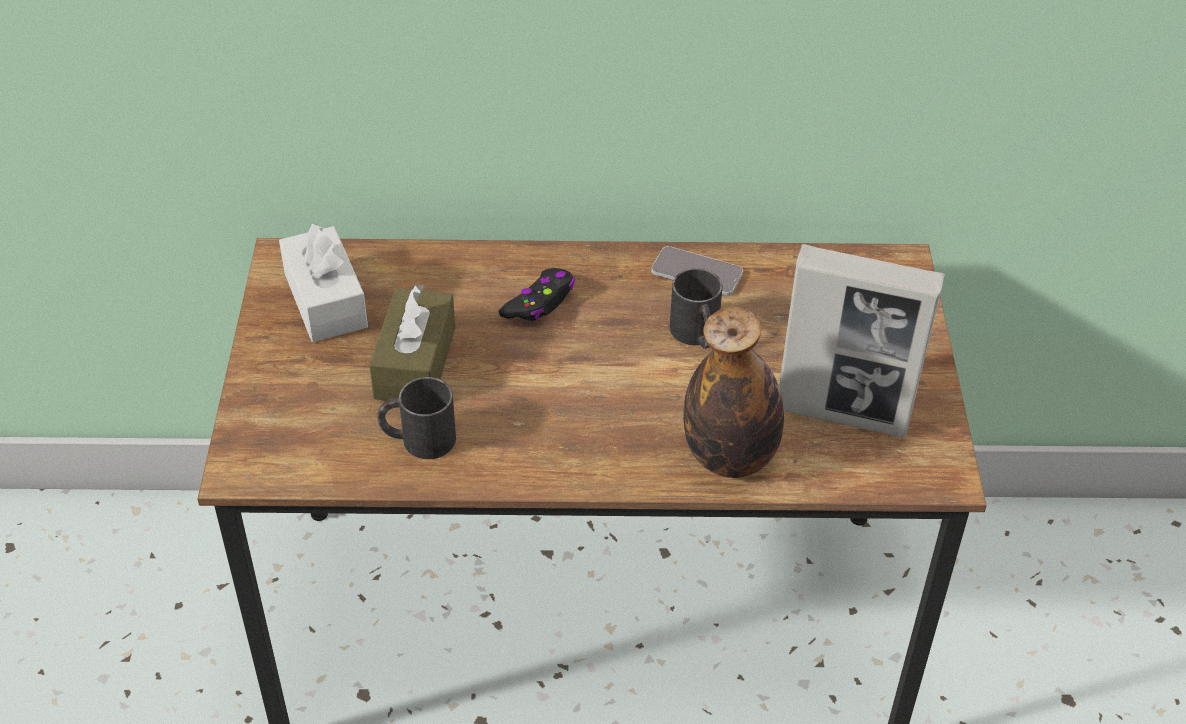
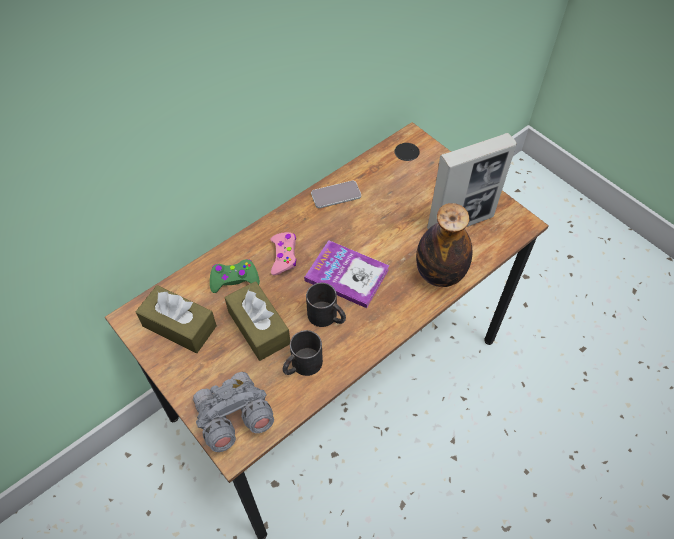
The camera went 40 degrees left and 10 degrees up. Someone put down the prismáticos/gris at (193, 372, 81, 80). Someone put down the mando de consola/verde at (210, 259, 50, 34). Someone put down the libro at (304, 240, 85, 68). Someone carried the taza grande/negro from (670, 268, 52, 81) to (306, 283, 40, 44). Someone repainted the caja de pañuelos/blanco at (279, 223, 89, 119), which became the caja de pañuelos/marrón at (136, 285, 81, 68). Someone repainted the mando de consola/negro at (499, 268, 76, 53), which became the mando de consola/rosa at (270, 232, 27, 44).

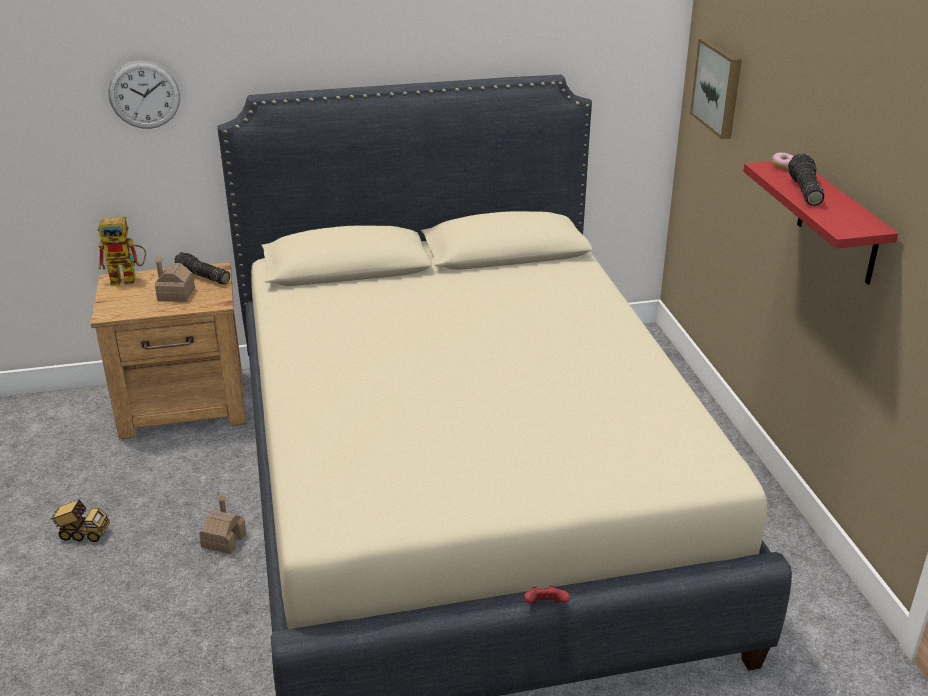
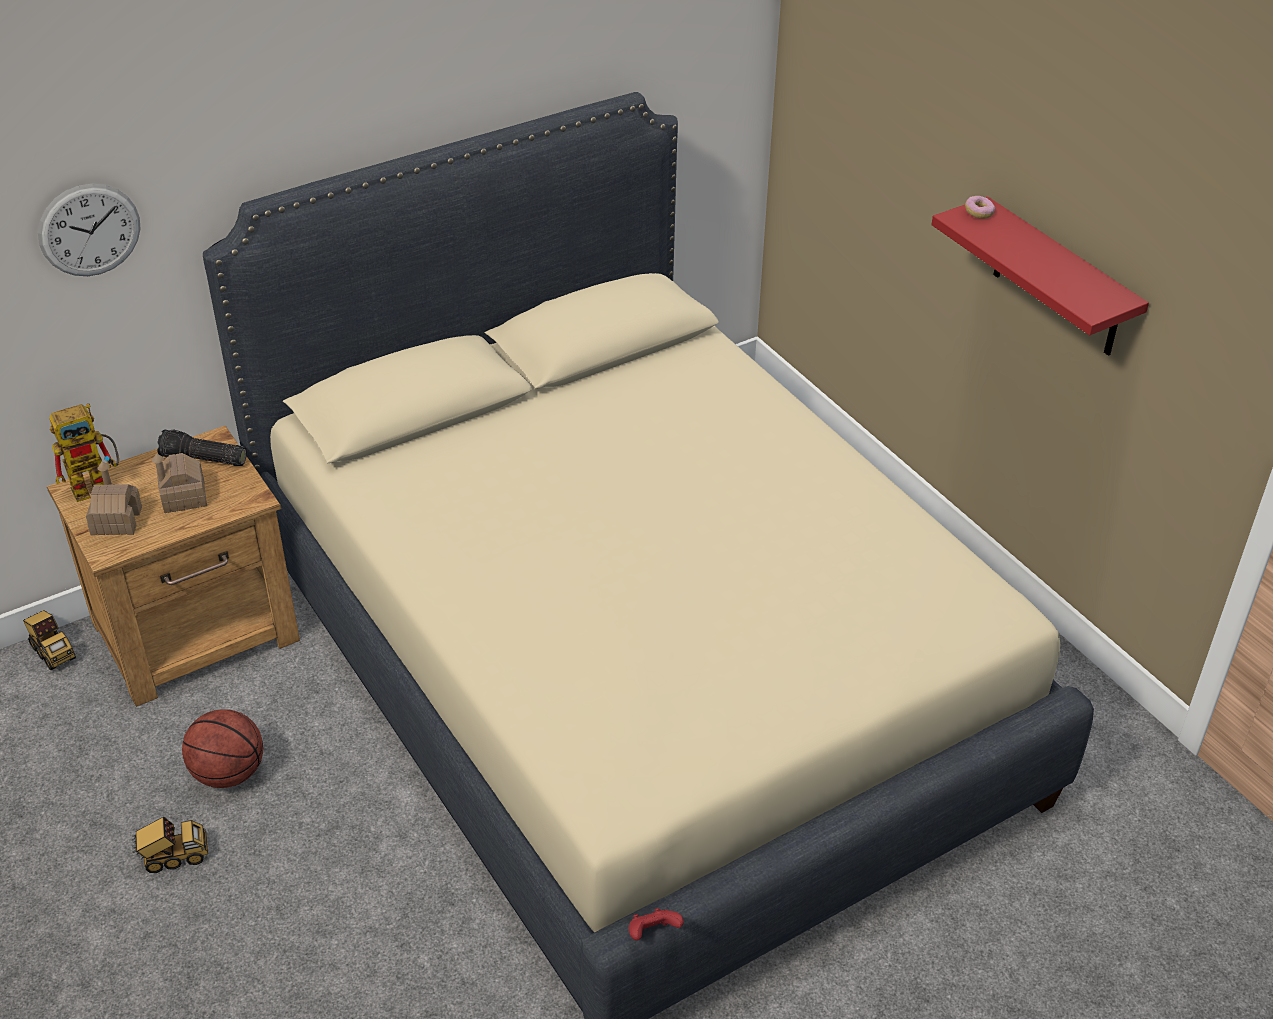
The camera went 20 degrees left and 10 degrees up. Someone took away the cuadro at (690, 38, 52, 101). Someone took away the linterna at (788, 154, 36, 52). Someone put down the camión de juguete at (23, 610, 53, 60). Someone put down the balón de baloncesto at (182, 709, 81, 79). Someone carried the casita from (199, 494, 47, 60) to (86, 461, 56, 74). Someone carried the mando de consola/rojo from (524, 585, 46, 18) to (629, 908, 55, 32).

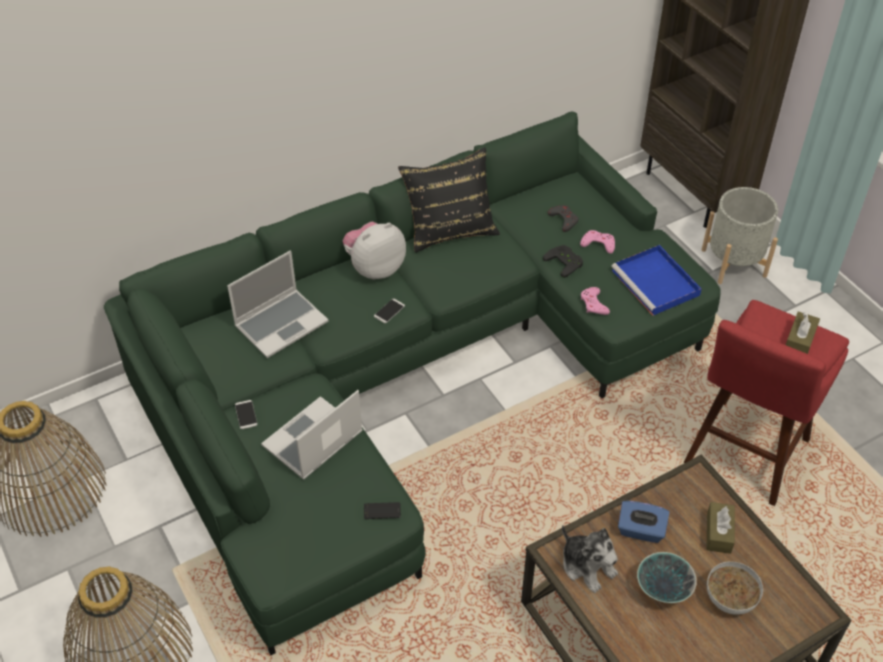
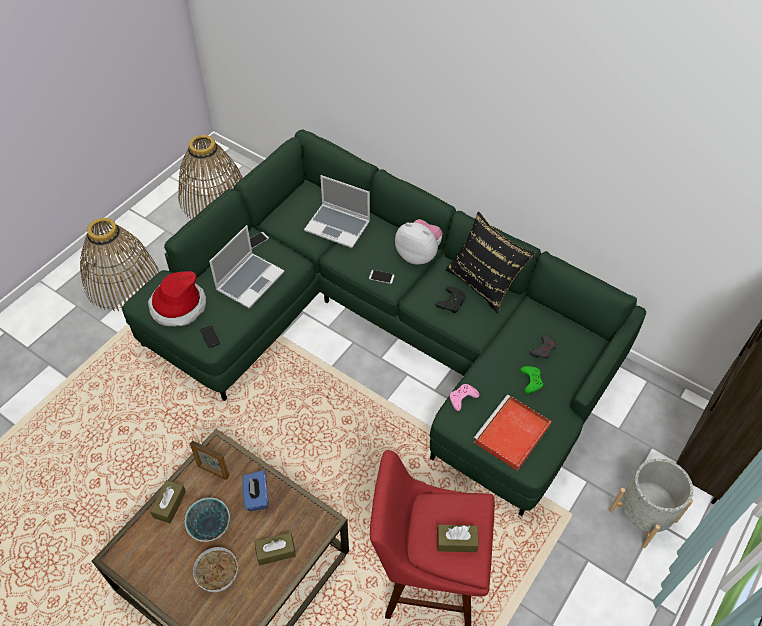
The camera went 65 degrees right and 5 degrees up. Someone put down the sombrero at (148, 271, 58, 56). Someone put down the caja de pañuelos/marrón at (150, 480, 36, 43). Someone carried the mando de consola/negro from (543, 245, 40, 33) to (436, 286, 30, 27). Someone swapped the peluche at (562, 525, 56, 68) for the portarretratos at (190, 441, 39, 39). Someone repainted the mando de consola/rosa at (580, 230, 35, 24), which became the mando de consola/verde at (520, 366, 23, 27). Someone repainted the bandeja/azul at (611, 245, 91, 71), which became the bandeja/rojo at (473, 395, 79, 76). Someone rotated the portátil at (261, 390, 102, 90) by 105 degrees clockwise.

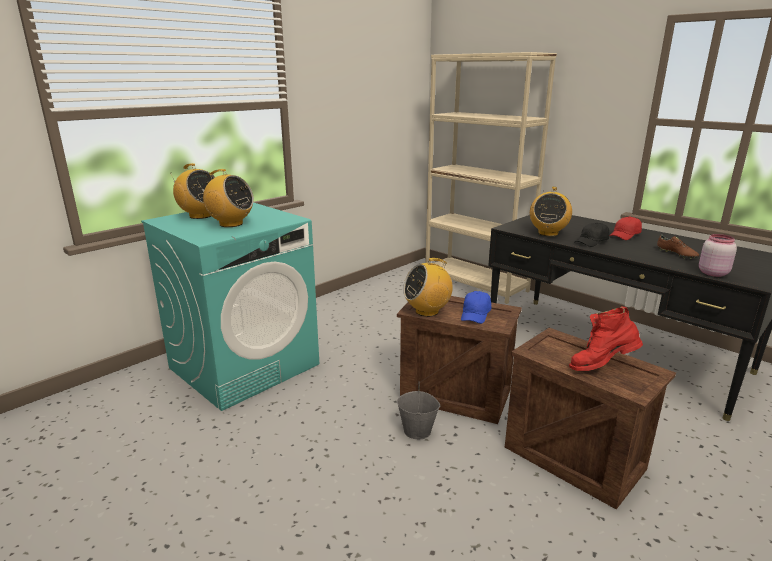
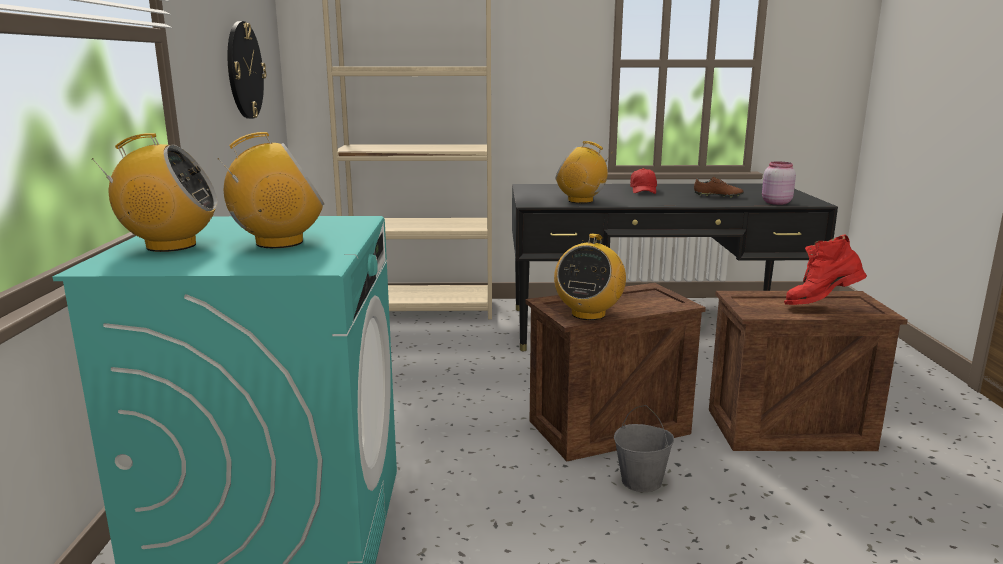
The camera went 45 degrees left and 5 degrees down. Someone took away the gorra/azul at (461, 291, 31, 33). Someone took away the gorra/negro at (575, 222, 35, 25). Someone put up the reloj de pared at (227, 21, 39, 98). Someone rotated the radio at (530, 187, 42, 49) by 135 degrees clockwise. Someone rotated the bota/rojo at (569, 307, 74, 64) by 45 degrees clockwise.

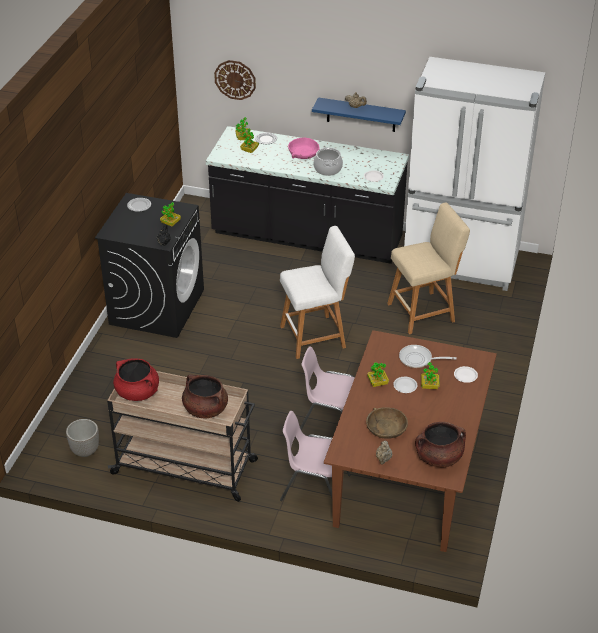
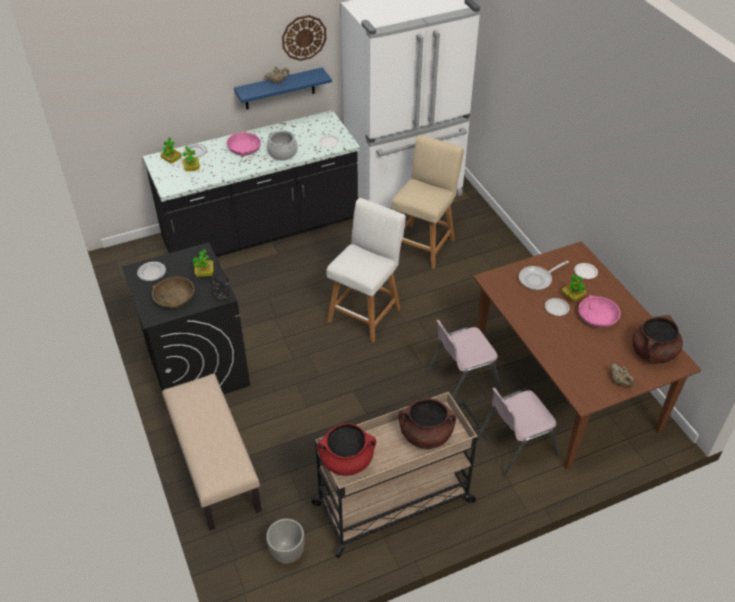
The camera went 40 degrees left and 5 degrees up. Someone took away the planta en maceta at (367, 362, 22, 25). Someone put down the banco/beis at (162, 374, 100, 156). Someone put down the cuenco/rosa at (578, 295, 42, 32). Someone carried the reloj de pared from (214, 60, 42, 40) to (282, 15, 45, 46). Someone carried the cuenco/marrón from (366, 407, 42, 32) to (152, 277, 43, 32).

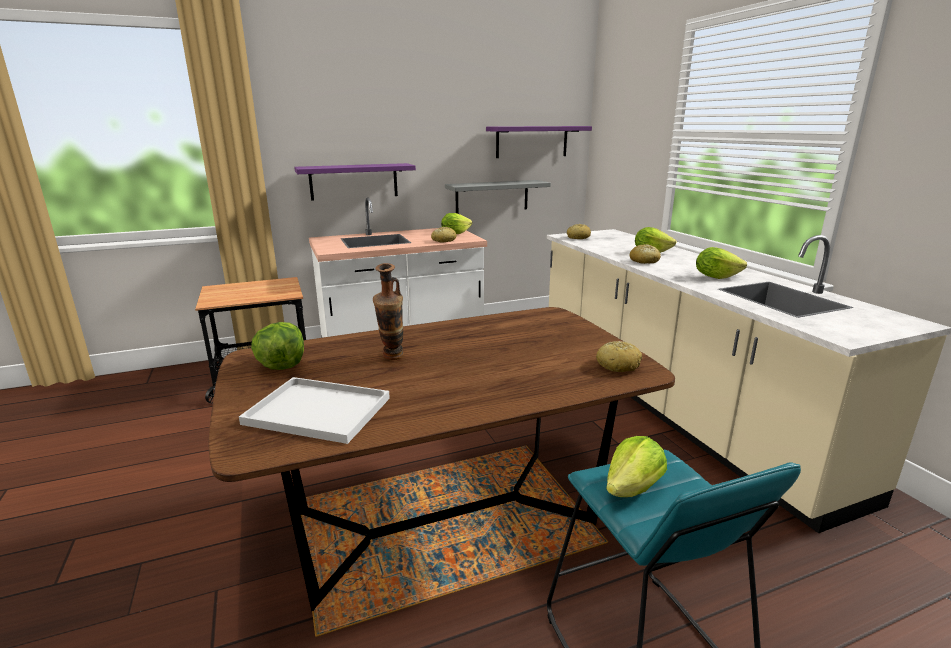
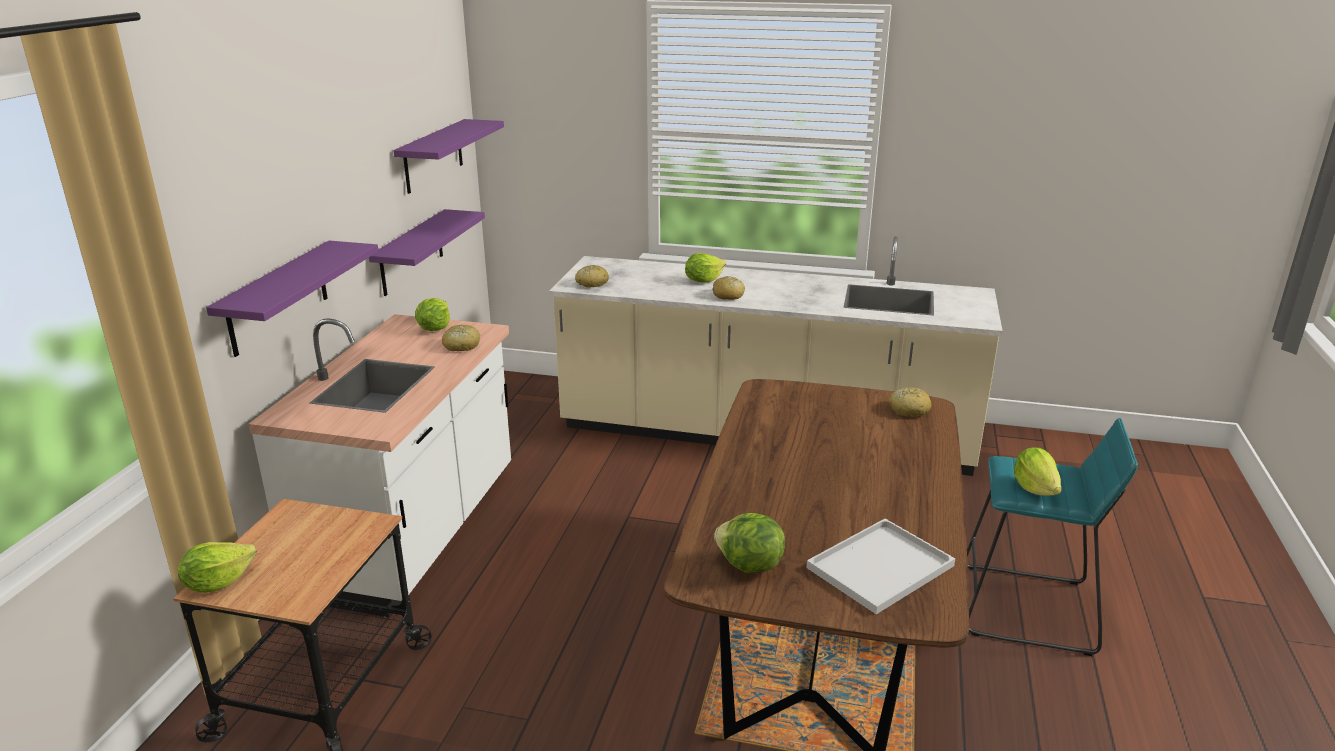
The camera went 55 degrees left and 5 degrees up. Someone took away the florero at (373, 263, 31, 97). Someone carried the lechuga from (696, 247, 51, 32) to (178, 542, 79, 51). Someone repainted the estante/gris at (445, 180, 106, 34), which became the estante/morado at (369, 209, 116, 87).

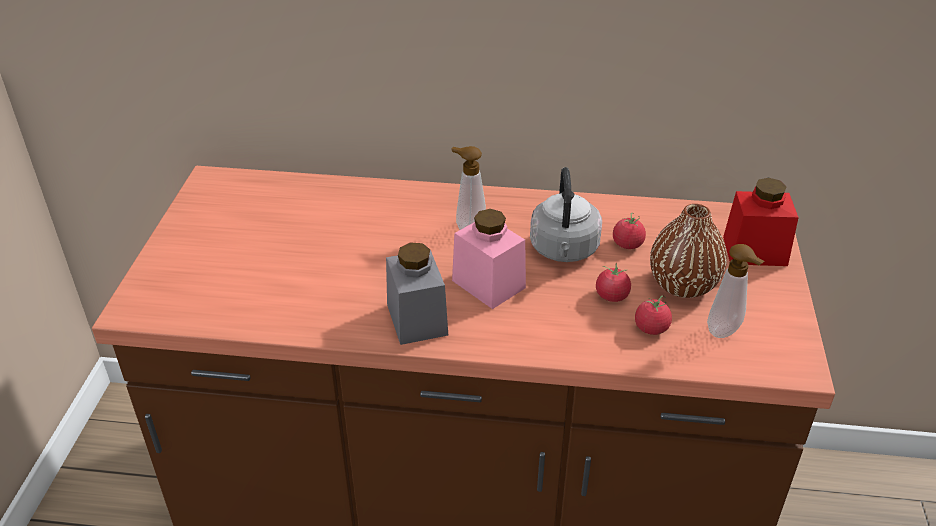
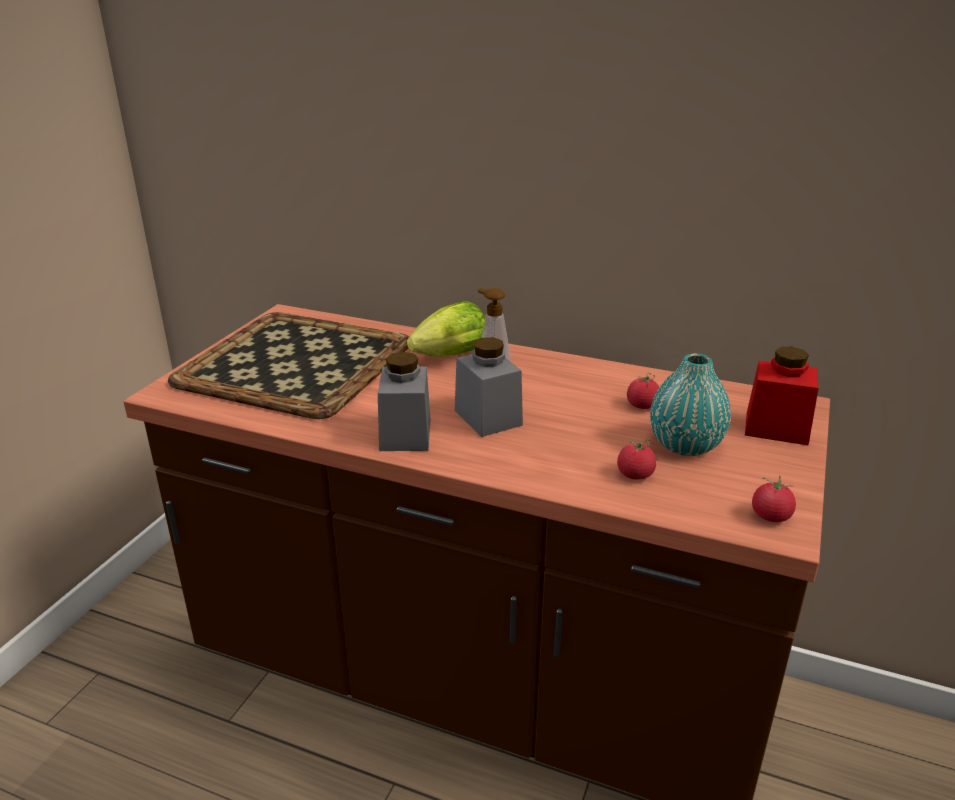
The camera went 15 degrees right and 10 degrees down. Someone took away the hervidor/gris at (530, 167, 72, 95). Someone took away the dispensador de jabón at (707, 244, 57, 94). Someone put down the bandeja at (168, 312, 241, 107). Someone put down the lechuga at (407, 301, 78, 56). Someone carried the tomate from (596, 263, 35, 39) to (752, 476, 44, 46). Someone repainted the tarro/rosa at (452, 209, 74, 100), which became the tarro/gris at (455, 337, 68, 100). Someone repainted the florero/marrón at (650, 204, 77, 94), which became the florero/turquesa at (650, 353, 81, 103).

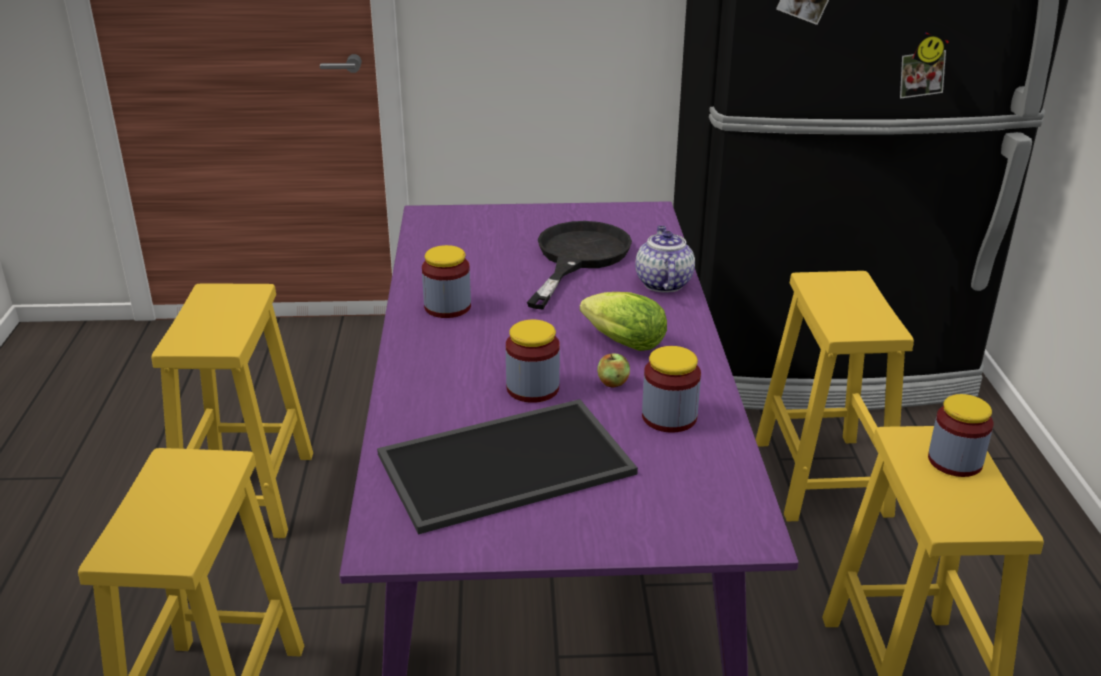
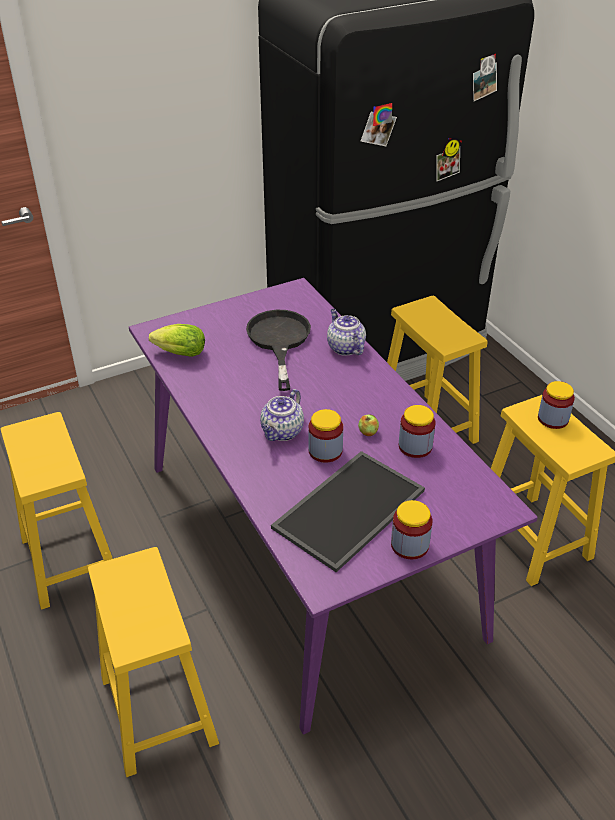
The camera went 25 degrees left and 10 degrees up. Someone put down the tetera at (260, 389, 44, 52). Someone carried the tarro from (422, 245, 49, 73) to (391, 500, 41, 59). Someone carried the lechuga from (580, 292, 87, 59) to (149, 324, 56, 33).

